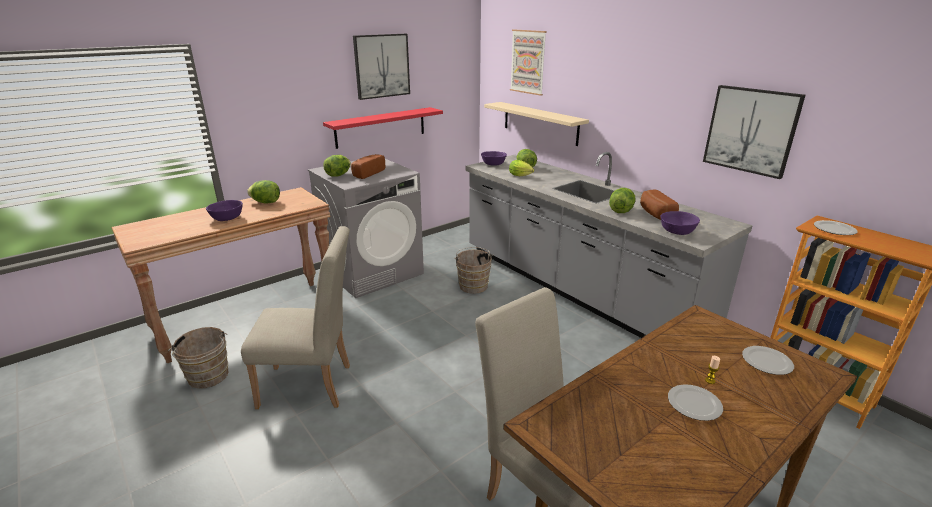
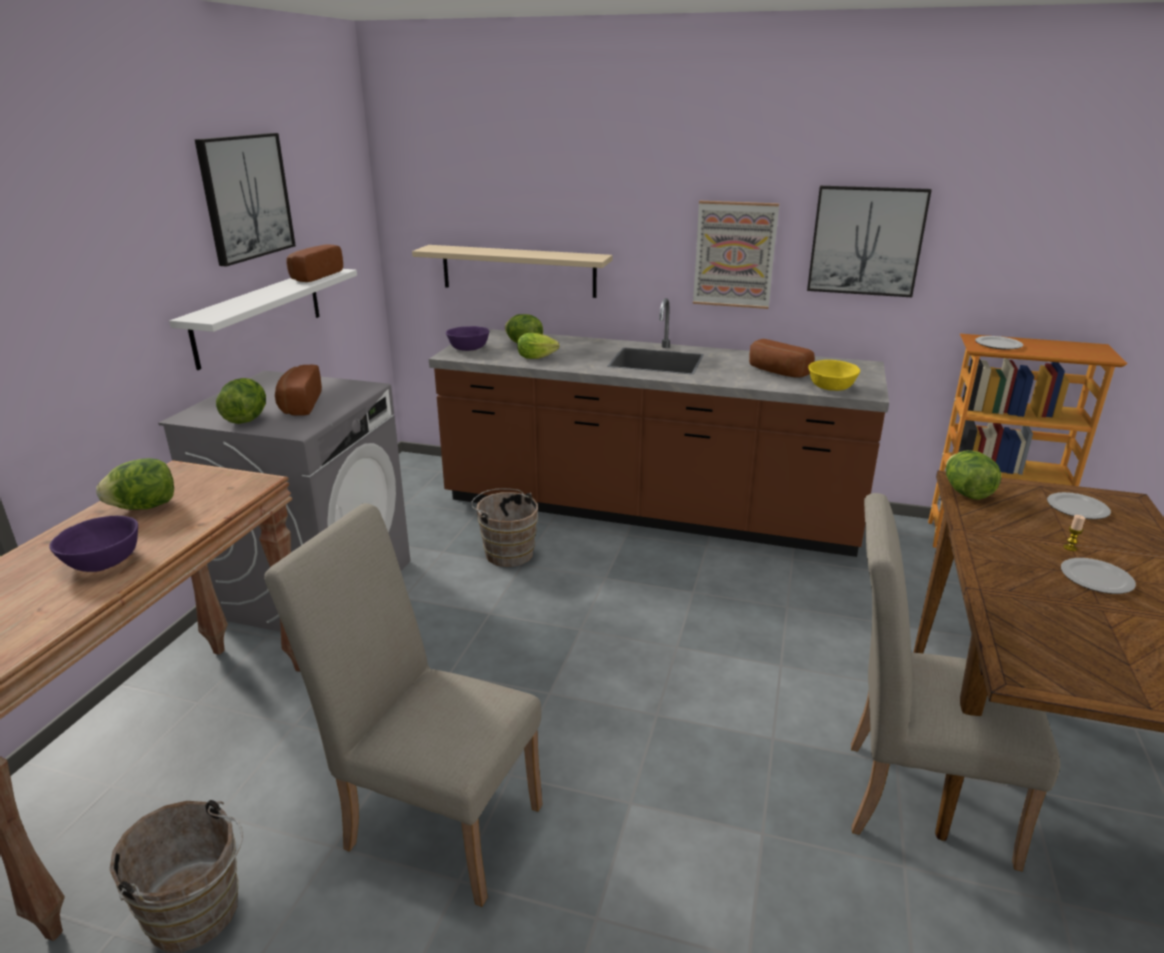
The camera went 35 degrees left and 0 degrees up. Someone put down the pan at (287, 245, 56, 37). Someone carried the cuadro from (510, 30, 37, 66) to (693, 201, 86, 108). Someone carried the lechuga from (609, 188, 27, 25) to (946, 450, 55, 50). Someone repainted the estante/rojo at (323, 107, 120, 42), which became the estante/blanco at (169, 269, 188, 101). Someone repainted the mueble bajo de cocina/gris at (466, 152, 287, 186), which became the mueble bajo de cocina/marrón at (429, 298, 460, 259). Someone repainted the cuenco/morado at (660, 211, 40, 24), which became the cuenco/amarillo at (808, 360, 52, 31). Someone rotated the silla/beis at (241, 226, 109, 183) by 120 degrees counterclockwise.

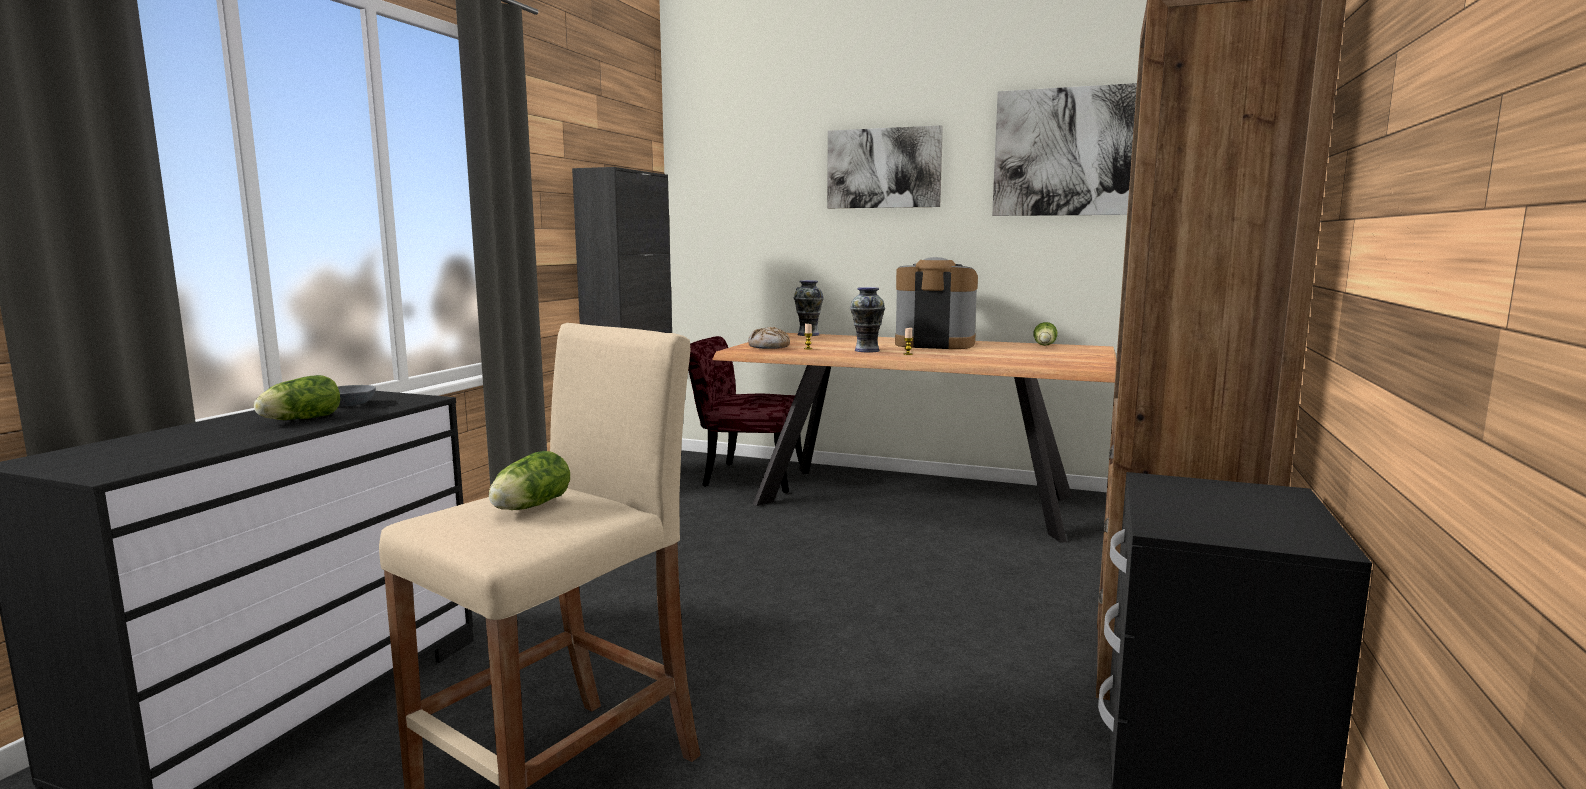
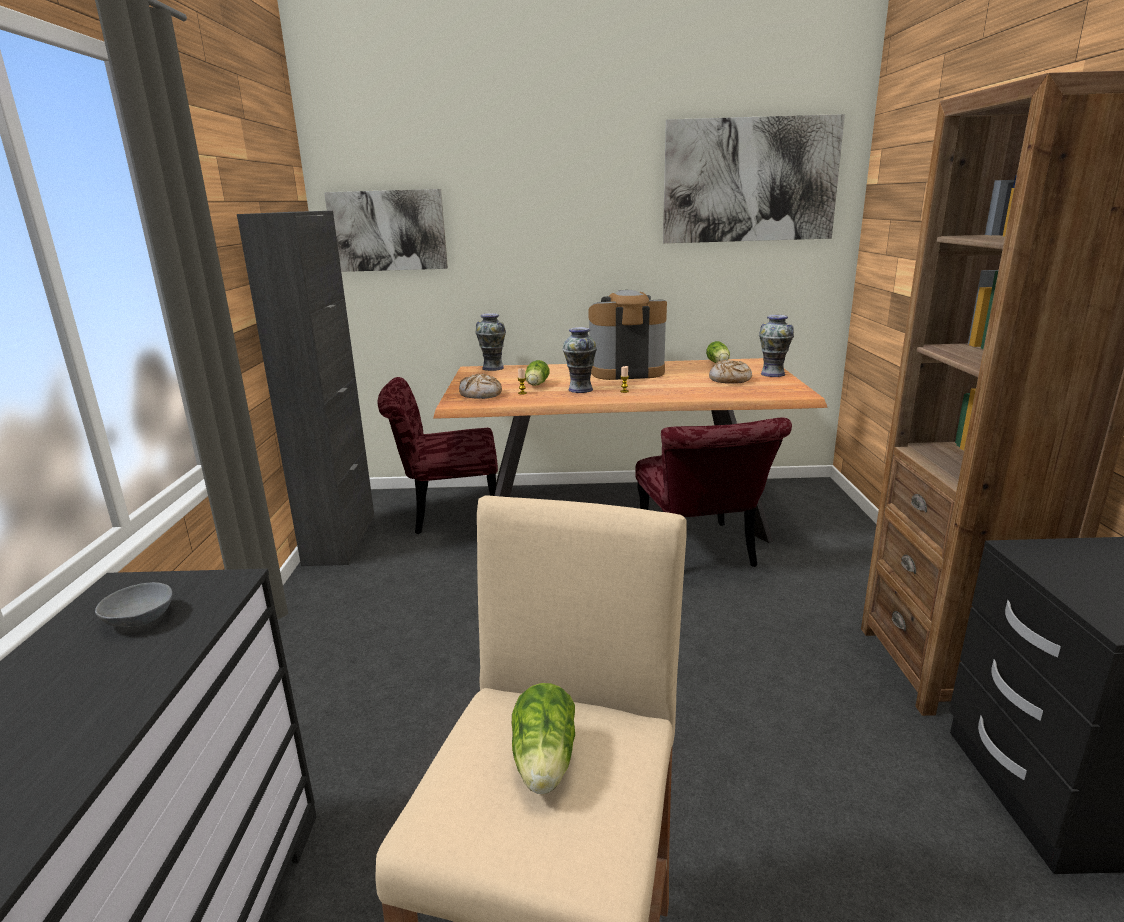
The camera went 20 degrees left and 10 degrees up. Someone put down the silla/rojo at (635, 418, 157, 149). Someone put down the pan at (709, 360, 43, 24). Someone put down the florero at (759, 315, 35, 62). Someone carried the lechuga from (254, 375, 86, 45) to (525, 360, 24, 26). Someone carried the cuadro from (827, 125, 116, 83) to (324, 189, 124, 83).

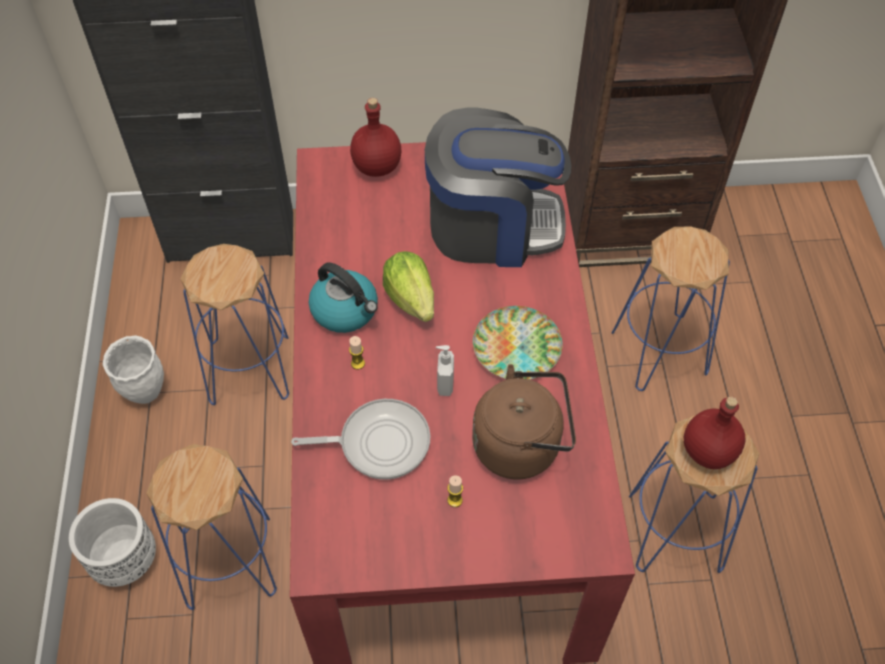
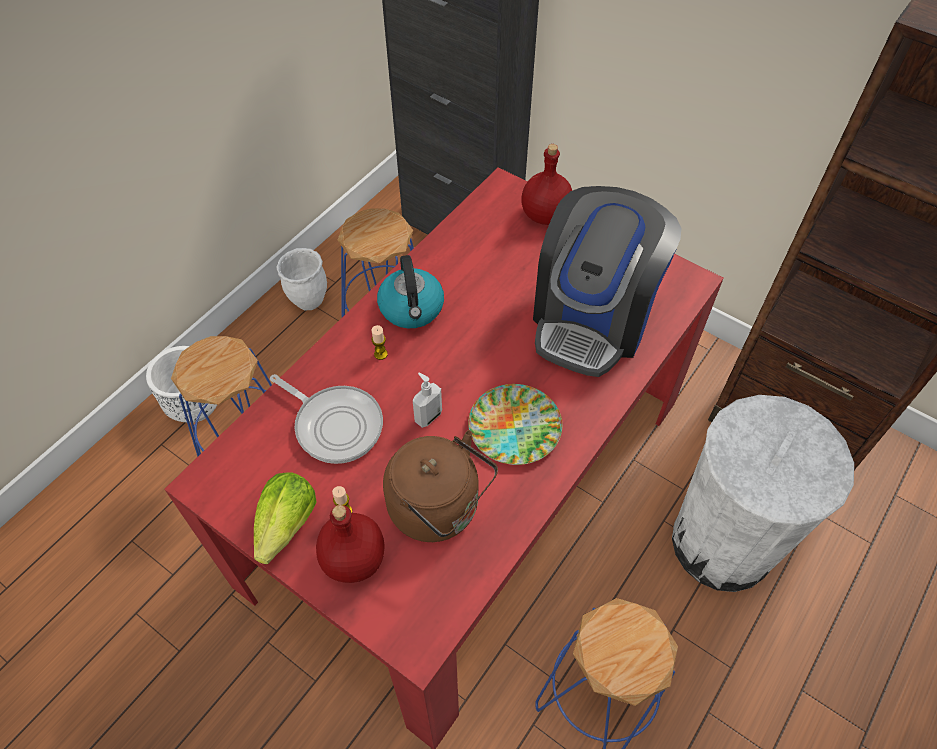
The camera went 40 degrees right and 0 degrees up. Someone carried the lechuga from (383, 251, 51, 71) to (254, 473, 63, 91). Someone carried the botella/rojo from (684, 396, 62, 73) to (316, 505, 69, 78). Someone swapped the taburete/azul at (612, 226, 118, 165) for the papelera/blanco at (672, 395, 182, 197). Someone rotated the cafetera at (425, 108, 146, 159) by 75 degrees clockwise.

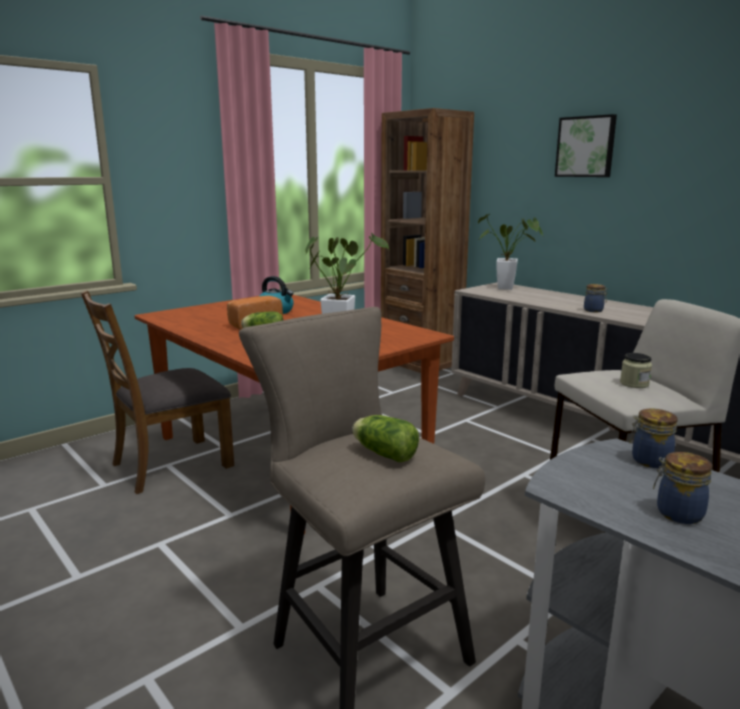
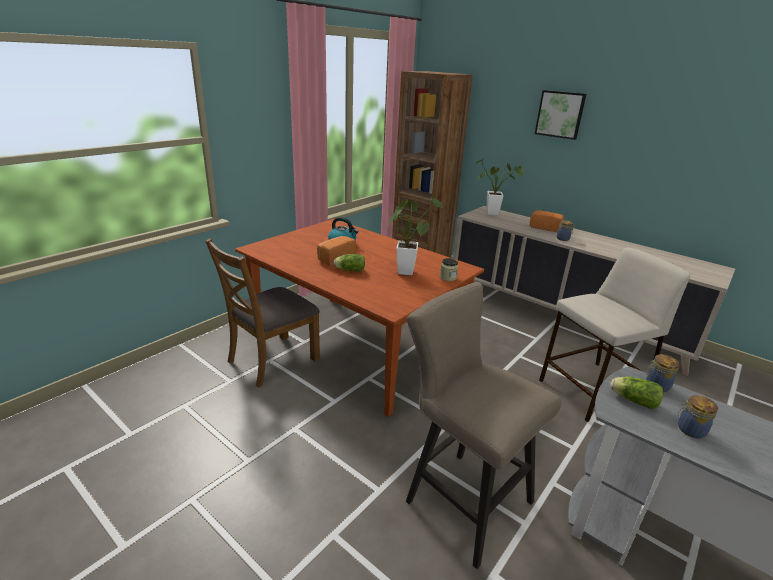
The camera went 10 degrees left and 10 degrees up. Someone put down the pan at (530, 210, 34, 22). Someone carried the lechuga from (352, 415, 67, 47) to (610, 376, 53, 33). Someone carried the tarro from (620, 353, 32, 35) to (440, 258, 18, 23).

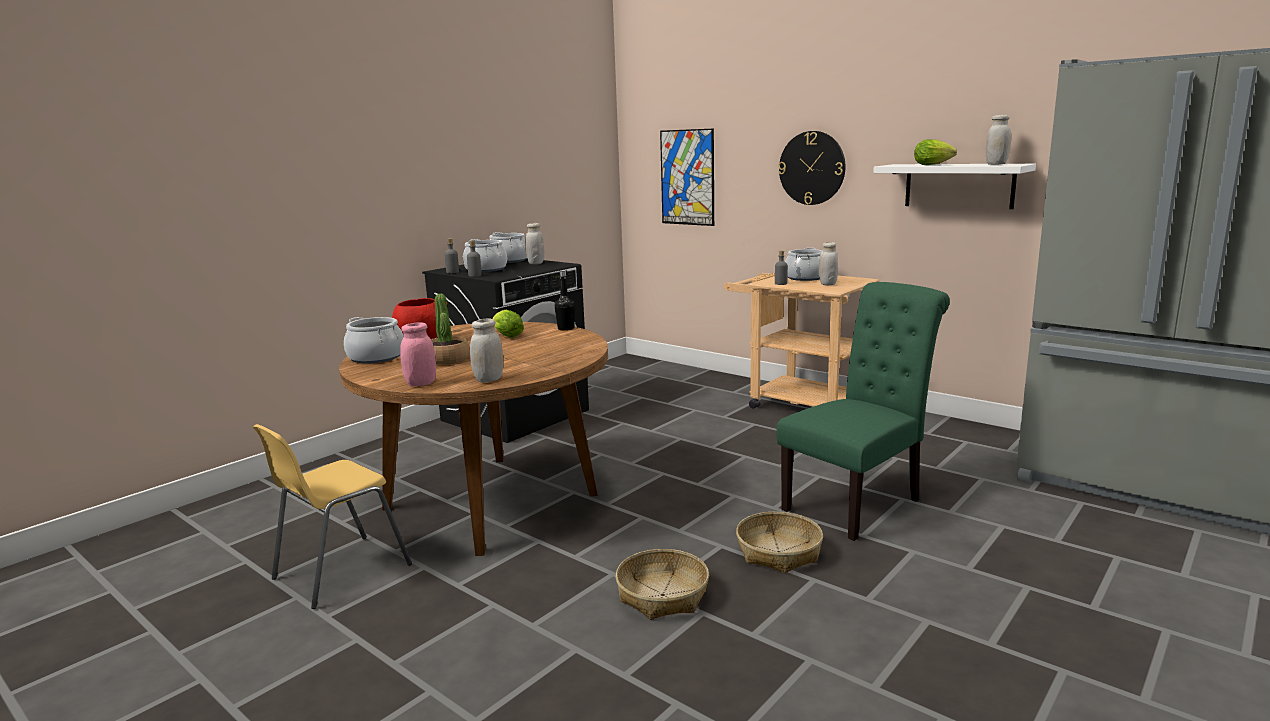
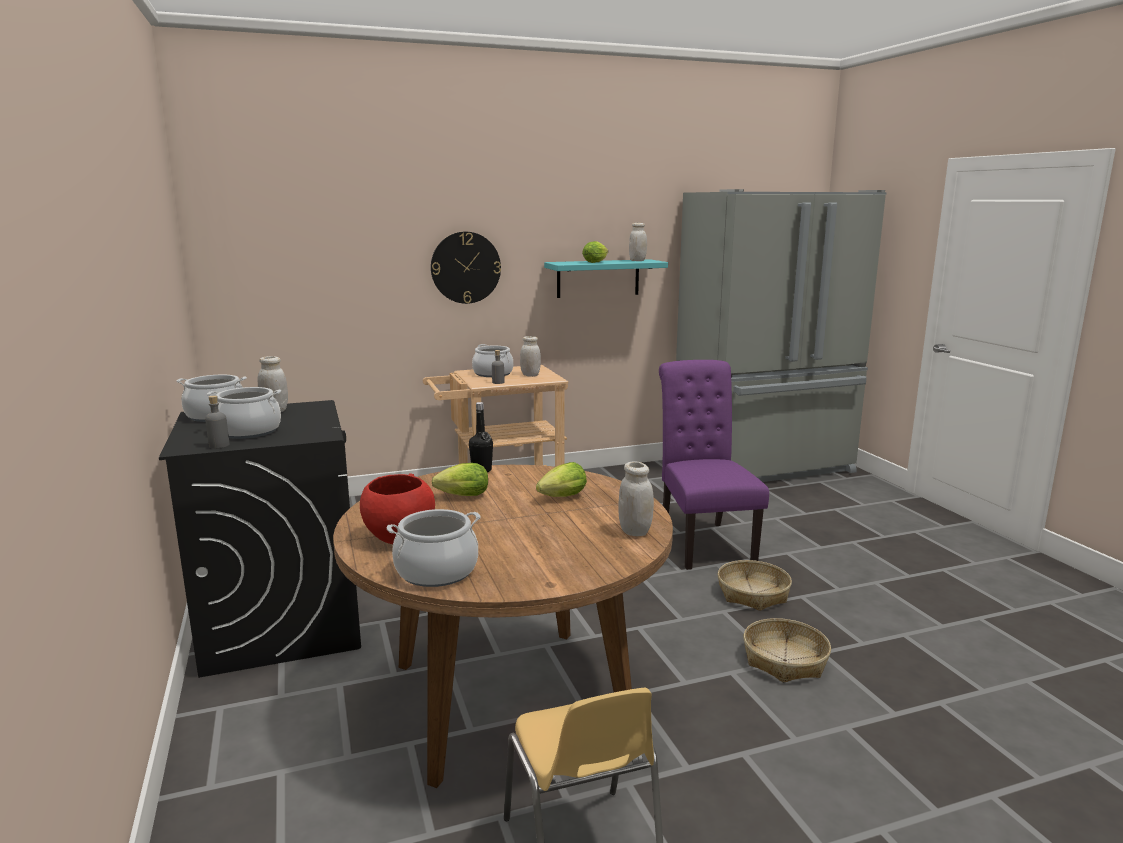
The camera went 60 degrees left and 0 degrees up. Someone took away the tarro/rosa at (400, 322, 36, 65). Someone took away the planta en maceta at (431, 294, 39, 71). Someone took away the botella/gris at (467, 241, 15, 36). Someone took away the cuadro at (660, 129, 54, 97). Someone put down the lechuga at (536, 462, 51, 35). Someone repainted the silla/verde at (776, 282, 174, 259), which became the silla/morado at (659, 360, 110, 210). Someone repainted the estante/blanco at (873, 164, 163, 45), which became the estante/turquesa at (544, 259, 124, 39).

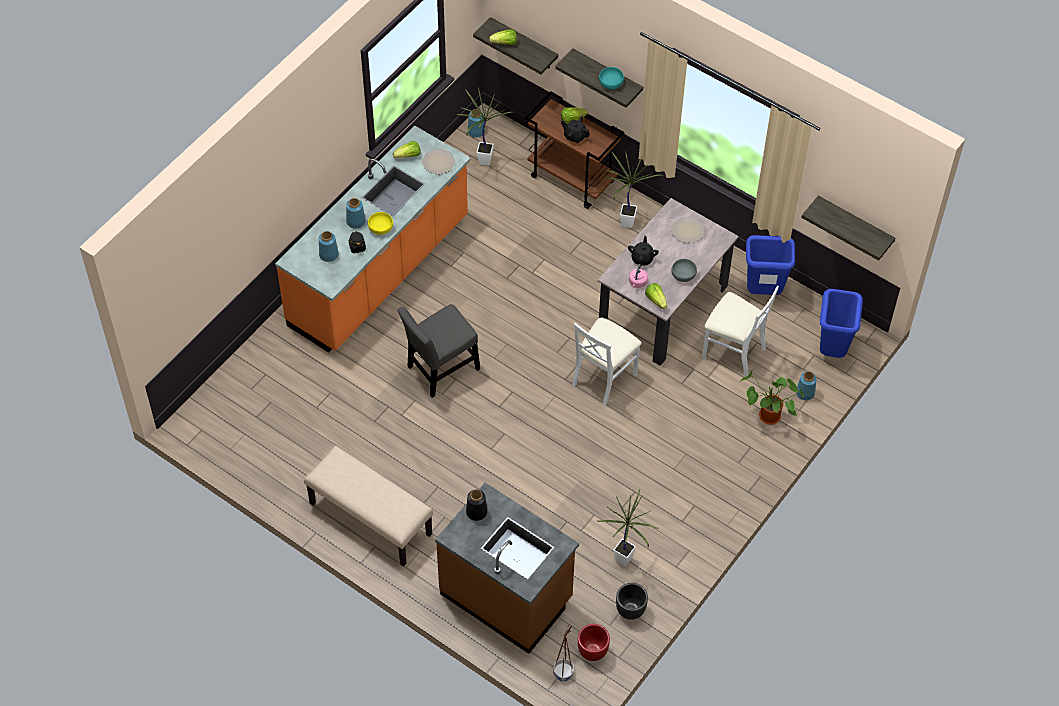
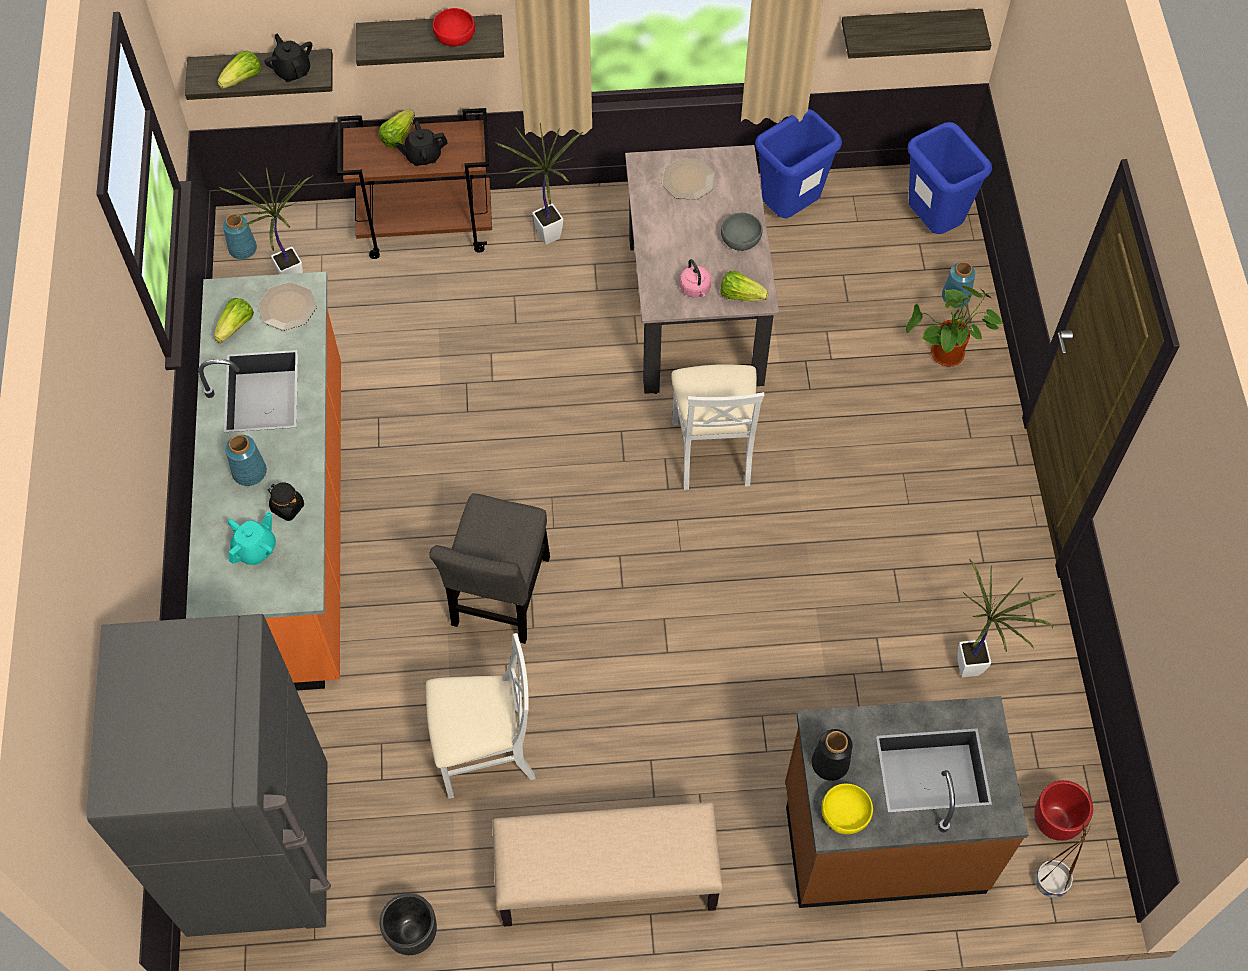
The camera went 40 degrees left and 5 degrees up. Someone put down the nevera/gris at (86, 614, 245, 323). Someone carried the cuenco/amarillo from (368, 212, 25, 23) to (821, 784, 52, 50). Someone carried the maceta/negro from (616, 583, 32, 37) to (380, 893, 57, 62). Someone carried the tetera/negro from (628, 236, 31, 30) to (264, 34, 48, 48). Someone carried the silla/blanco from (702, 285, 77, 92) to (426, 633, 109, 166). Someone swapped the florero/azul at (319, 231, 20, 31) for the tetera/turquesa at (228, 511, 48, 54). Someone repainted the cuenco/turquesa at (599, 67, 25, 23), which became the cuenco/rojo at (433, 8, 42, 38).

